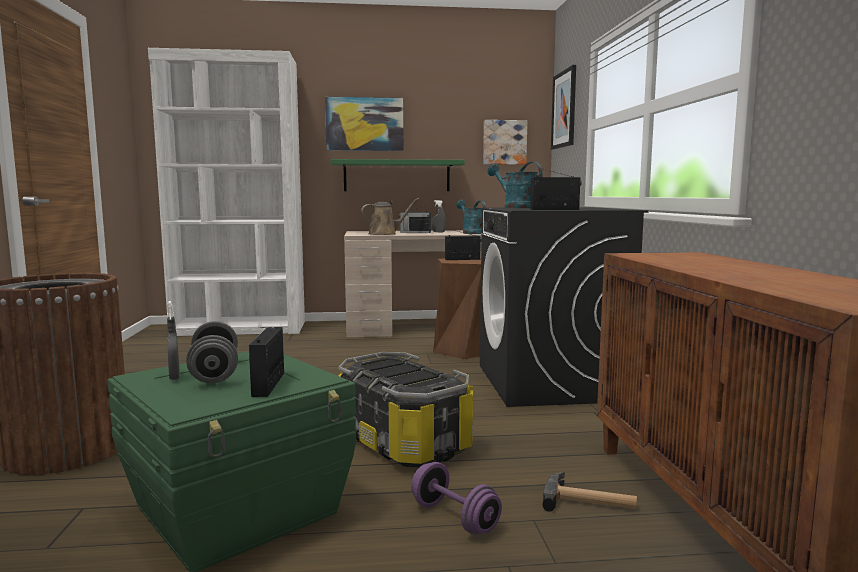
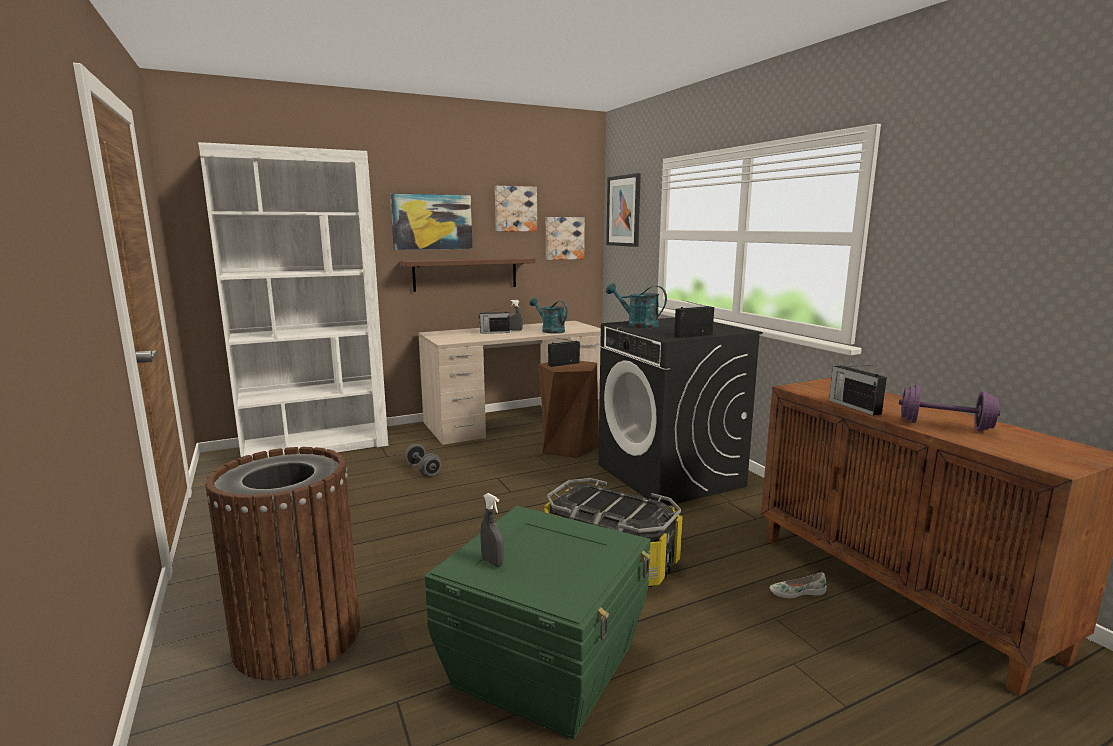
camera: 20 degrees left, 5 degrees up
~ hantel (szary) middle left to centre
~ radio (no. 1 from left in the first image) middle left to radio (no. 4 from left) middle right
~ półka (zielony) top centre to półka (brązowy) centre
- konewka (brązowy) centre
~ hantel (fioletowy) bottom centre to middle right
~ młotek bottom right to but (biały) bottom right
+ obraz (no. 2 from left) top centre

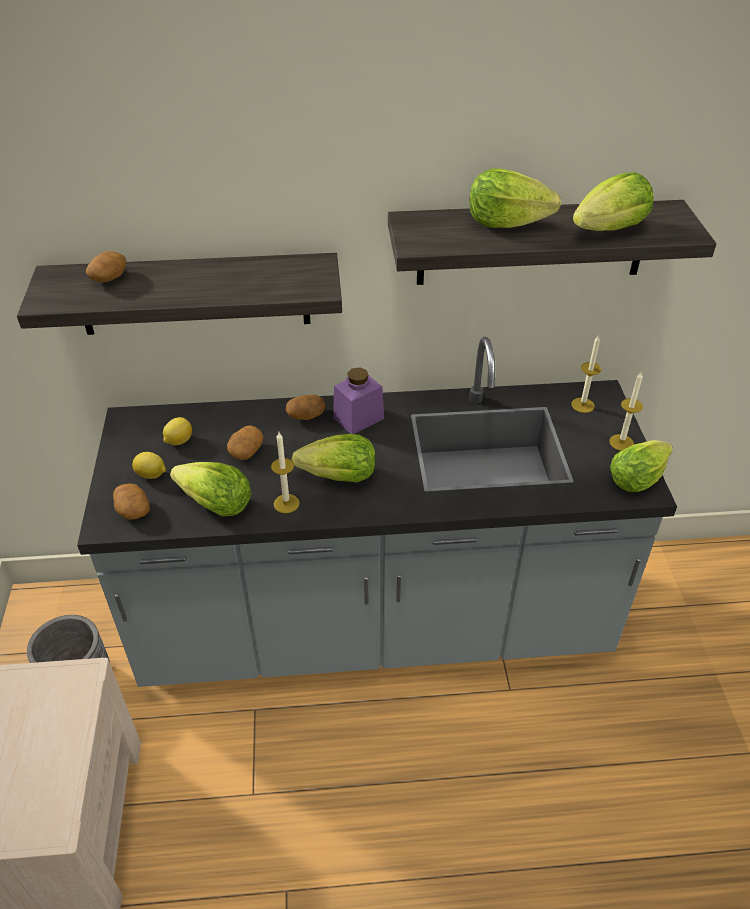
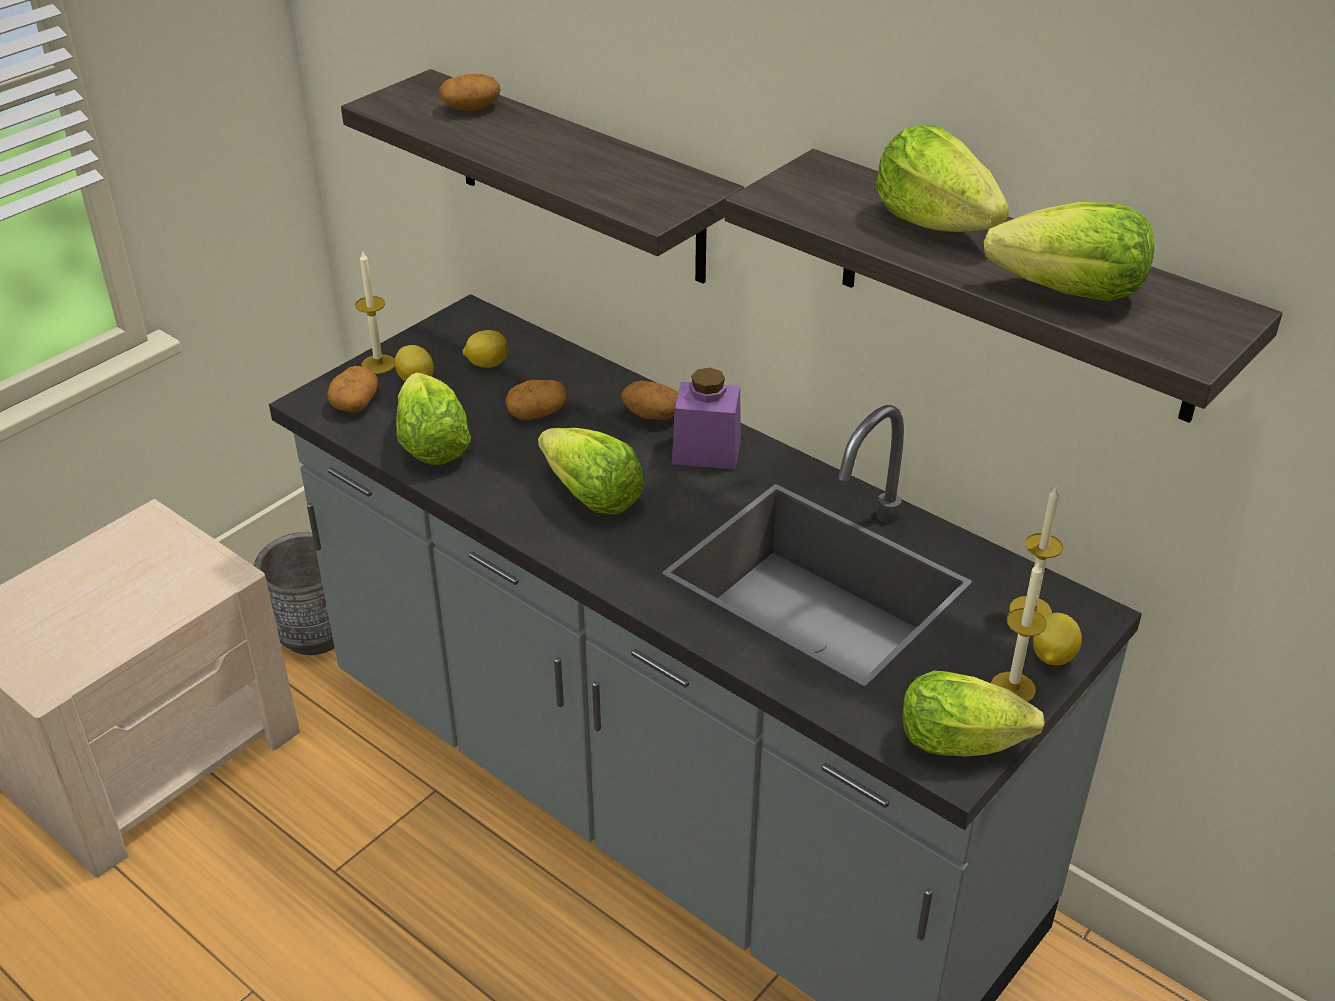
camera: 45 degrees right, 5 degrees down
~ świeca (no. 1 from left) centre to top left
+ cytryna (no. 3 from left) middle right

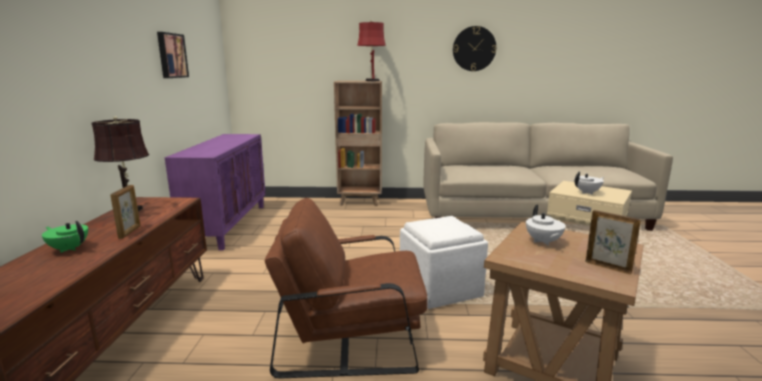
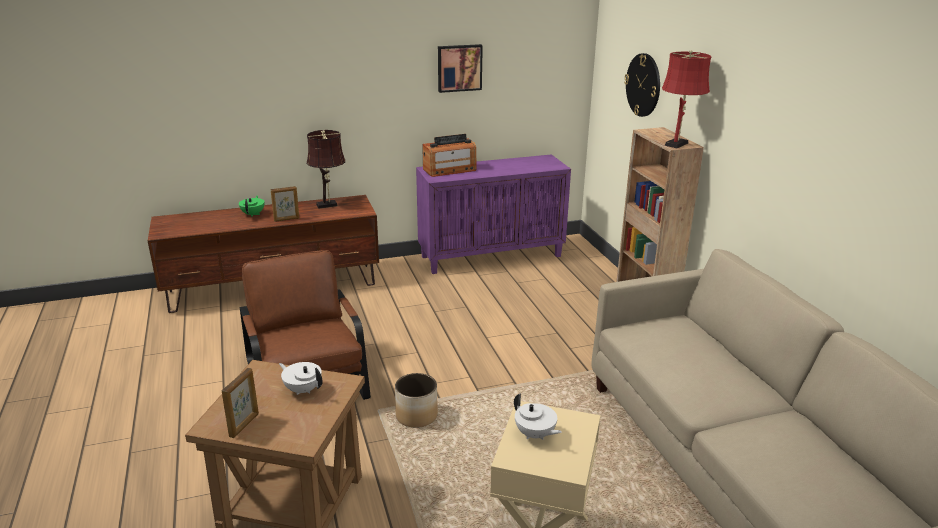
camera: 70 degrees right, 10 degrees up
~ pufa (biały) bottom centre to donica bottom centre
~ zegar ścienny top centre to top right
~ imbryk (biały) (no. 1 from left) middle right = bottom left 60 degrees clockwise
+ radio top centre

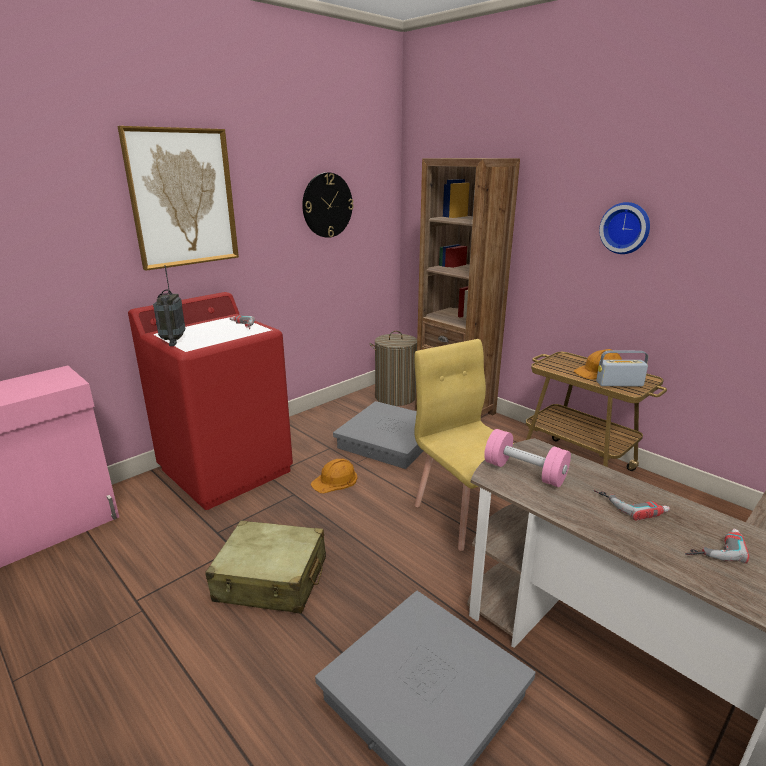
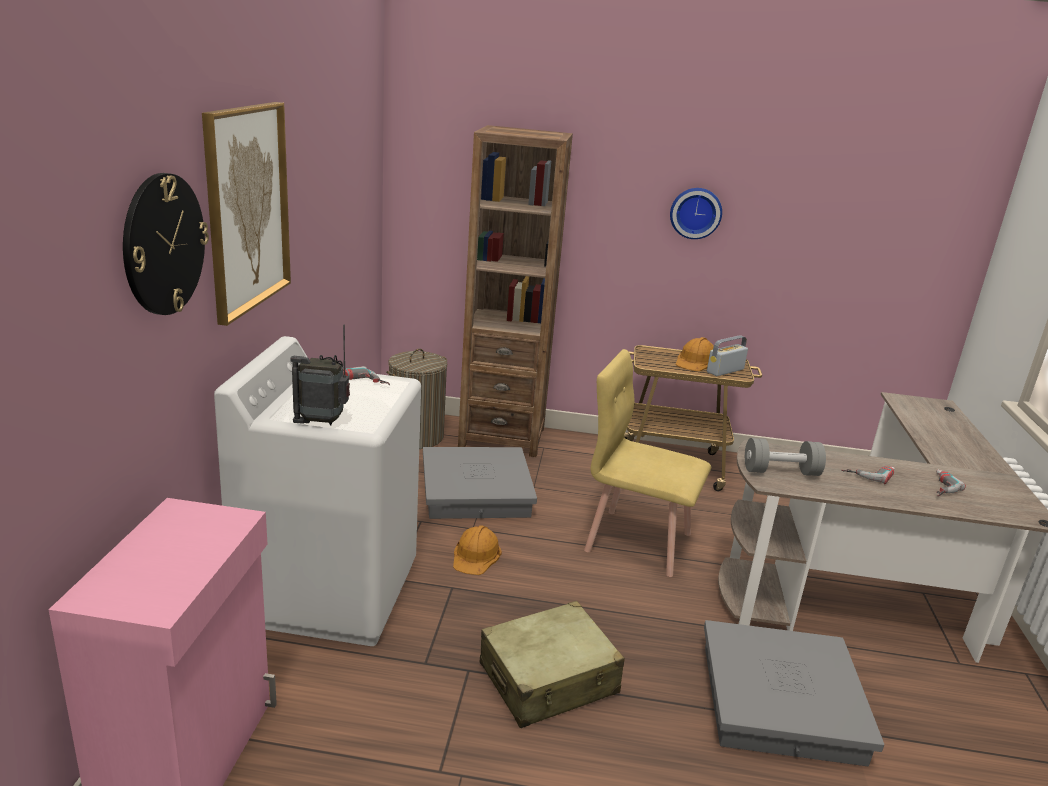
camera: 40 degrees left, 0 degrees up
~ pralka (czerwony) middle left to pralka (biały) middle left
~ radio (no. 1 from left) middle left = middle left 135 degrees clockwise
~ zegar ścienny (no. 1 from left) top centre to top left
~ hantel (różowy) middle right to hantel (szary) middle right

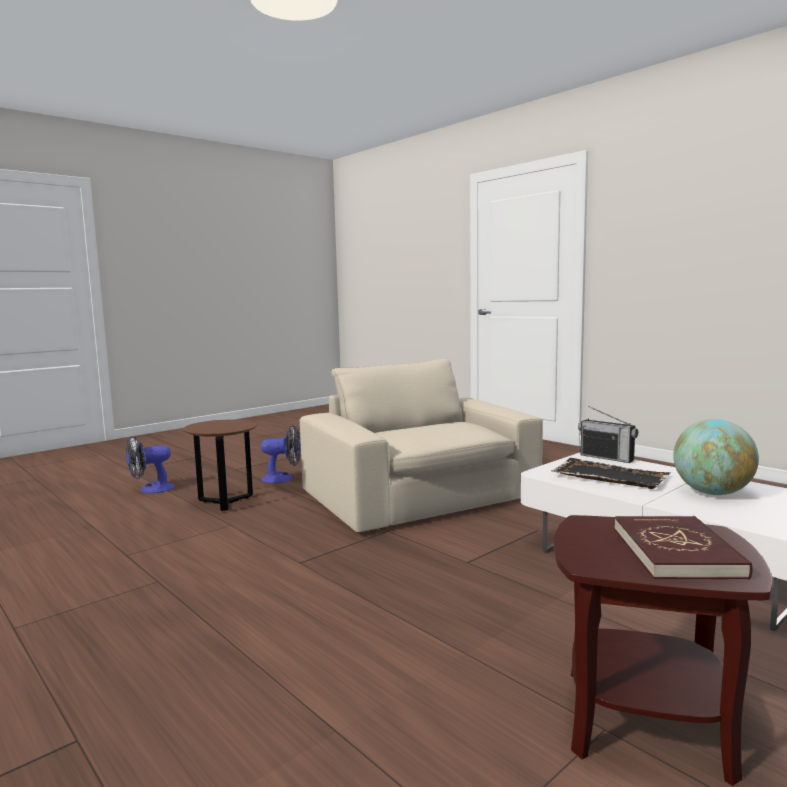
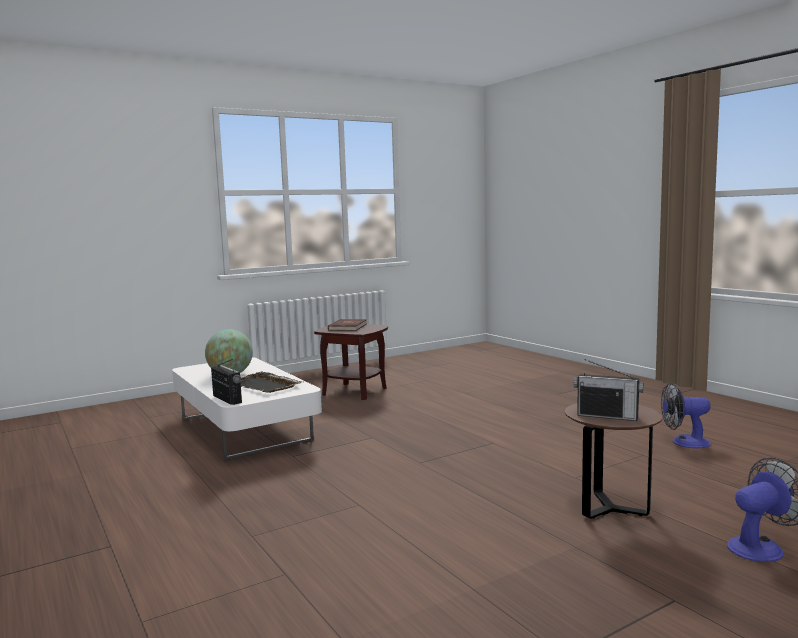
camera: 170 degrees left, 0 degrees up
~ wentylator (no. 2 from left in the first image) centre to wentylator (no. 1 from left) middle right
- fotel (beżowy) centre
+ radio (no. 2 from left) middle right

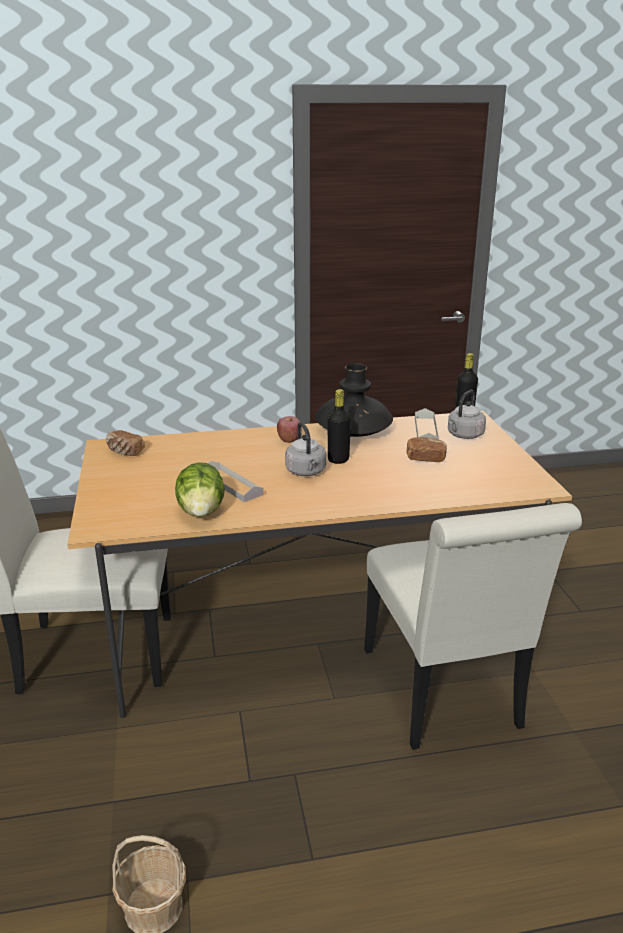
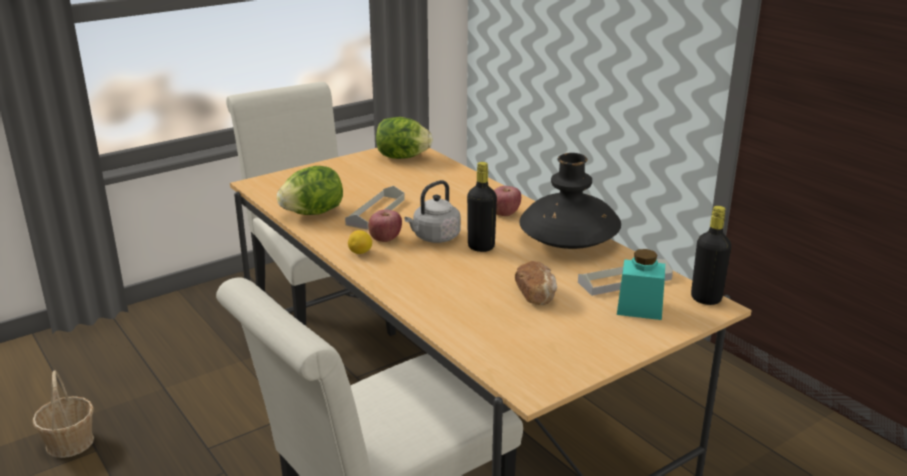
camera: 65 degrees right, 0 degrees up
~ chleb (no. 1 from left) middle left to sałata (no. 2 from left) top centre
~ czajnik (szary) (no. 2 from left) middle right to słoik (turkusowy) middle right
+ cytryna centre
+ jabłko (no. 1 from left) centre

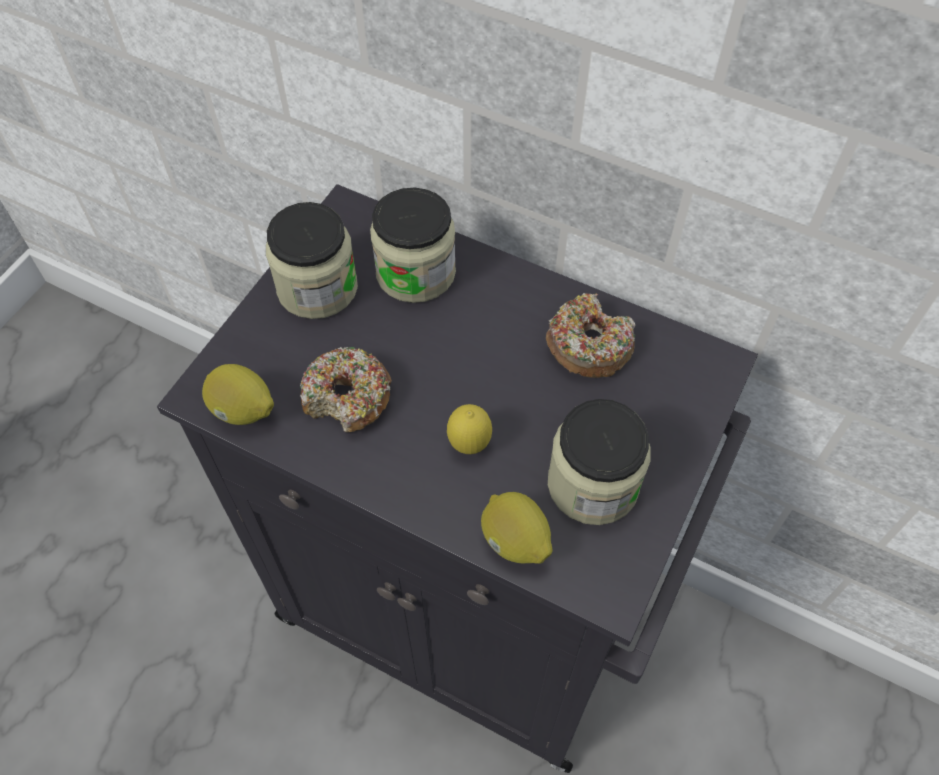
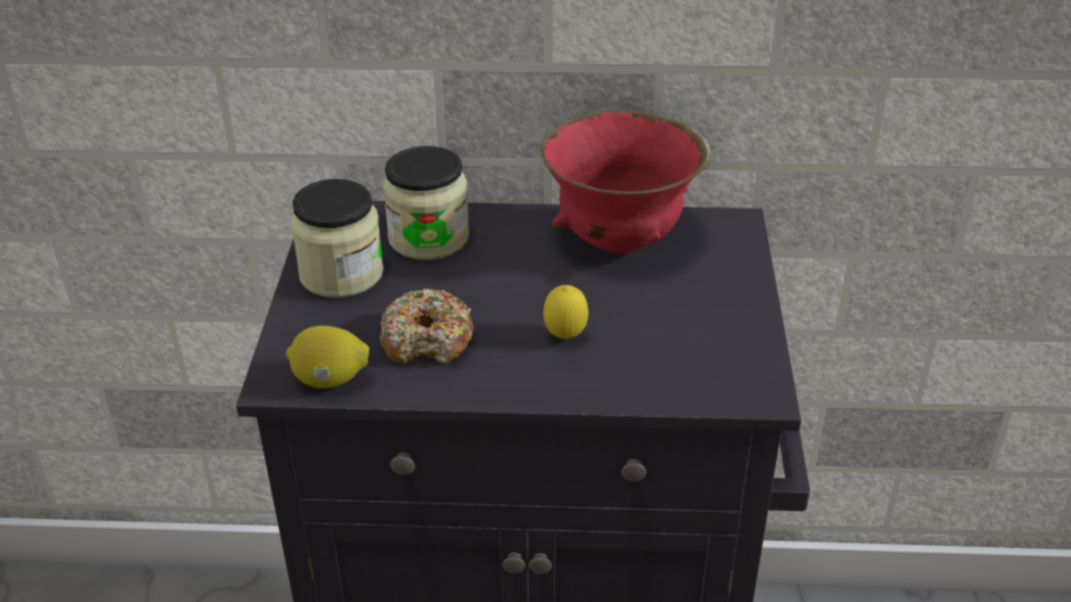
camera: 25 degrees left, 20 degrees down
- cytryna (no. 3 from left) bottom centre
~ donut (no. 2 from left) centre to miska (czerwony) top centre
- słoik (no. 3 from left) centre

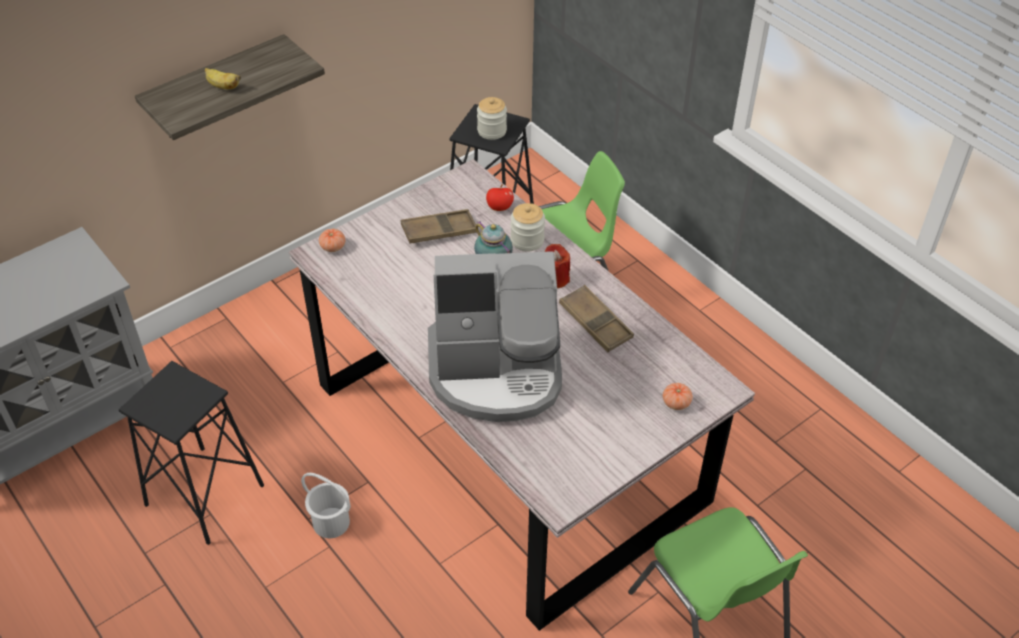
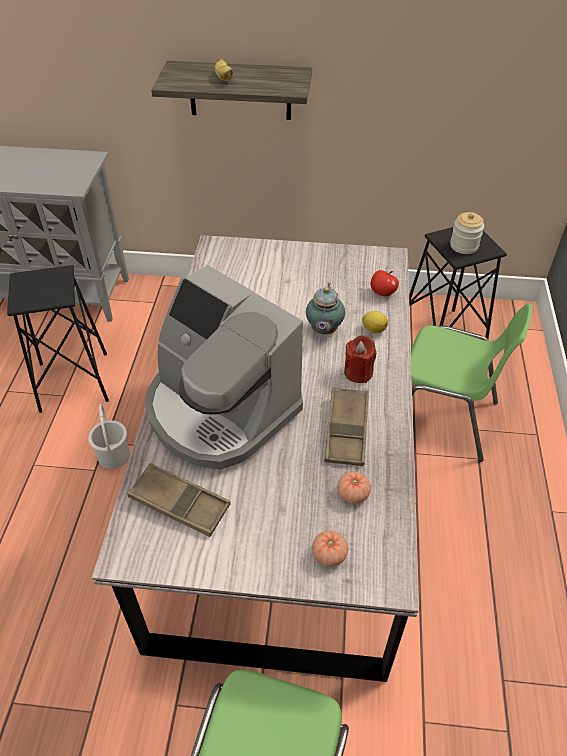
camera: 45 degrees right, 0 degrees up
~ pomidor (no. 1 from left in the first image) middle left to pomidor (no. 2 from left) centre
~ taca (brązowy) (no. 1 from left) centre to middle left
~ słoik (no. 2 from left) centre to cytryna centre

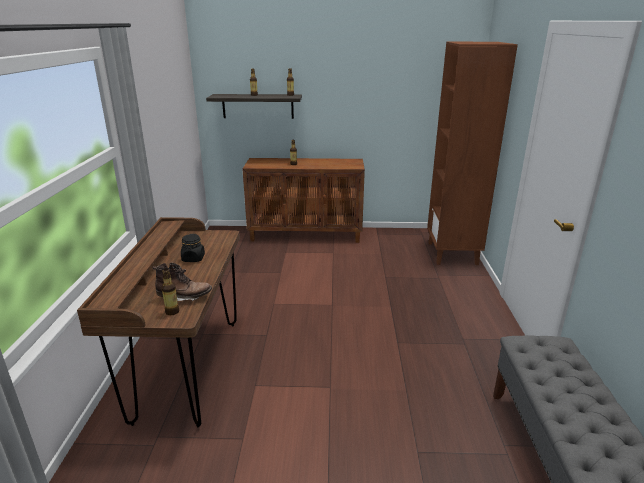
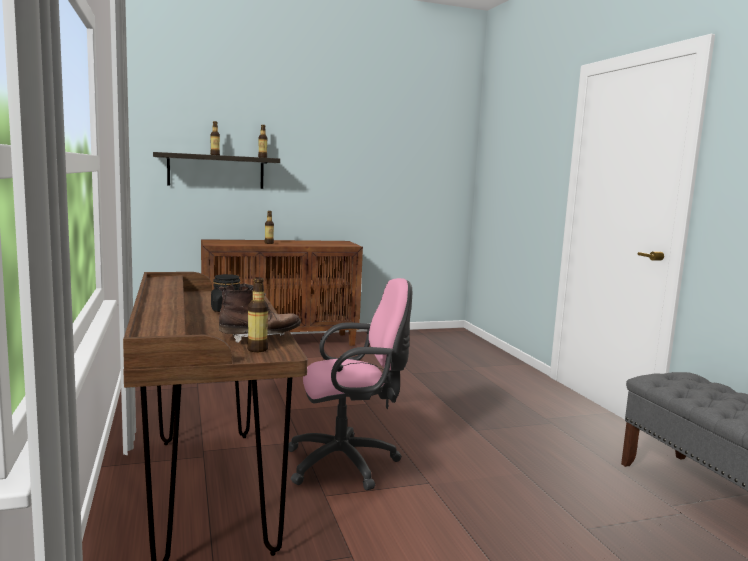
camera: 20 degrees left, 15 degrees down
- regał (brązowy) top right
+ krzesło biurowe (różowy) bottom centre

